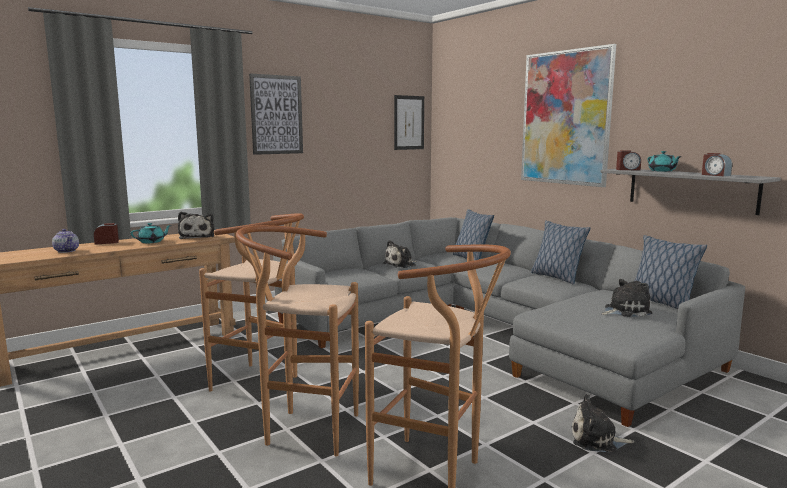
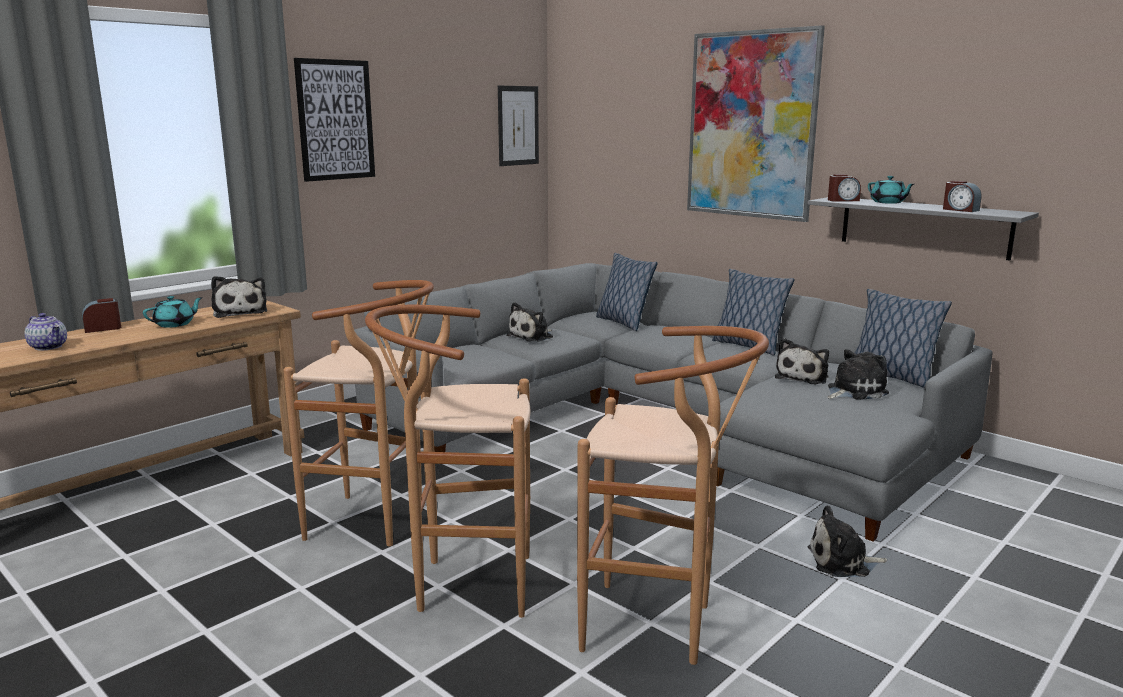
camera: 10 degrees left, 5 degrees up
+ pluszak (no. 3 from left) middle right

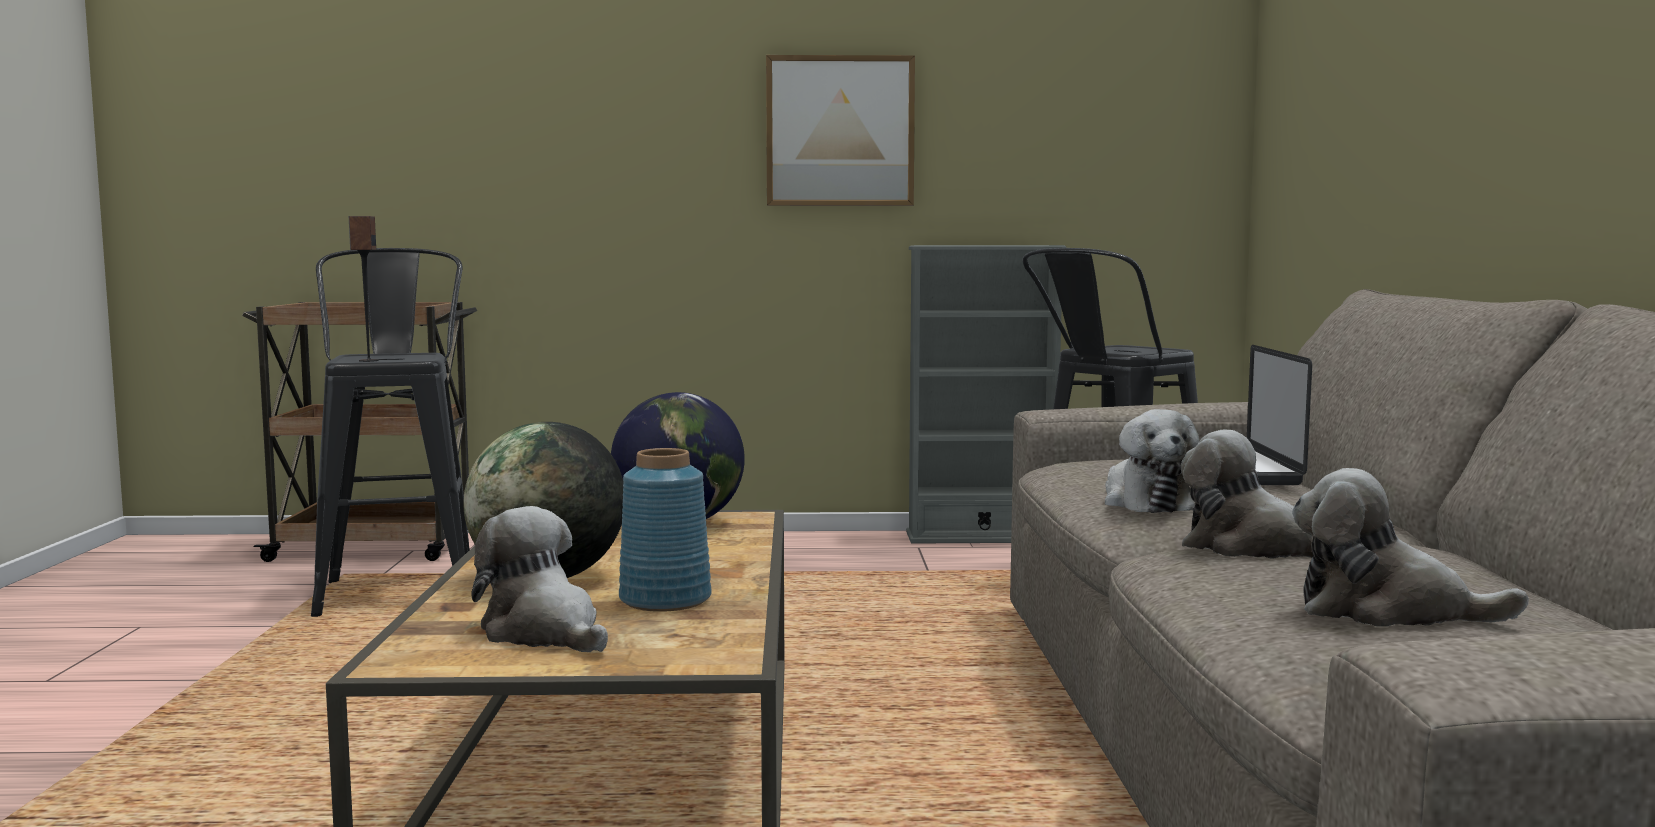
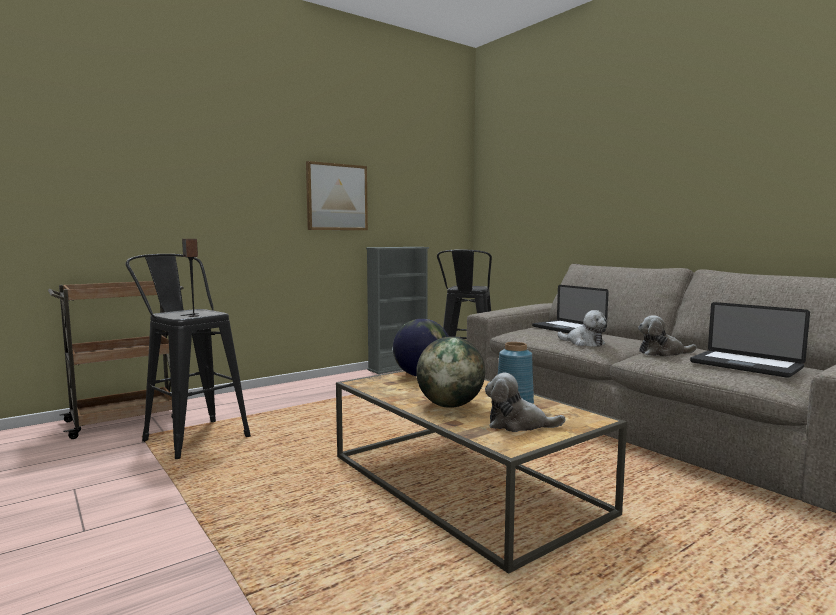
camera: 35 degrees left, 0 degrees up
~ pluszak (no. 4 from left) middle right to laptop (no. 2 from left) middle right

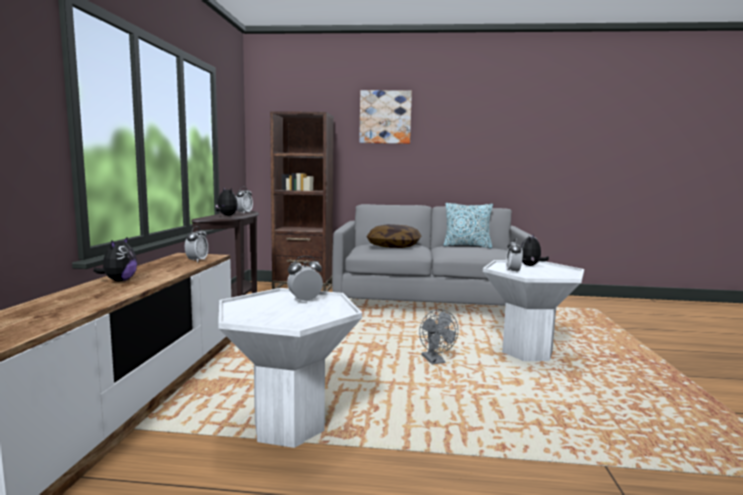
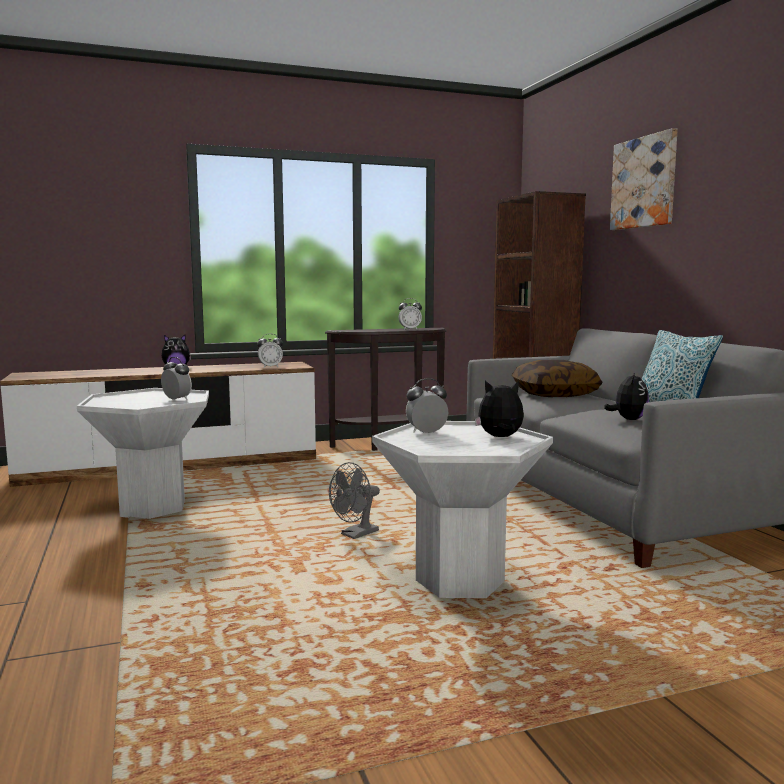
camera: 65 degrees right, 0 degrees up
~ pluszak (no. 2 from left in the first image) middle left to pluszak (no. 3 from left) middle right

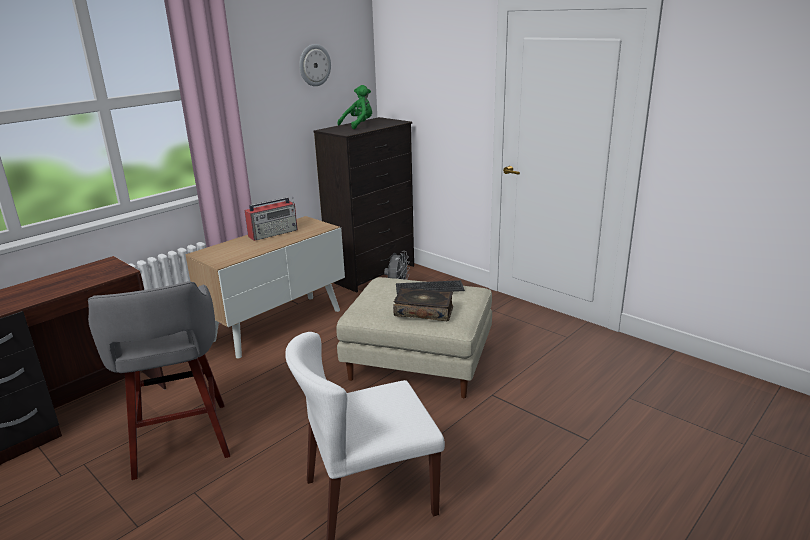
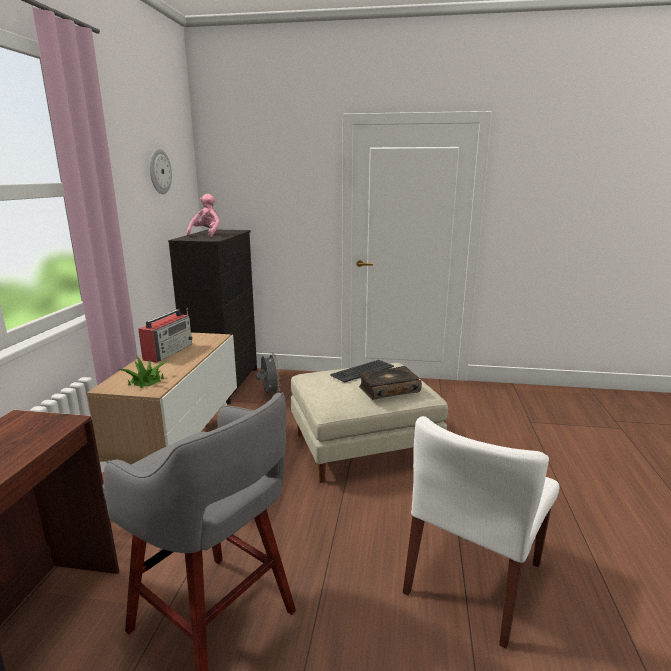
camera: 35 degrees left, 5 degrees down
~ pluszak (zielony) top centre to pluszak (różowy) top left
+ roślina doniczkowa middle left

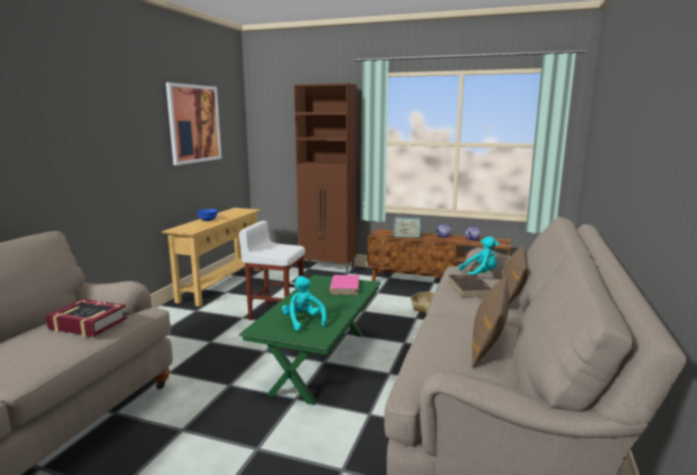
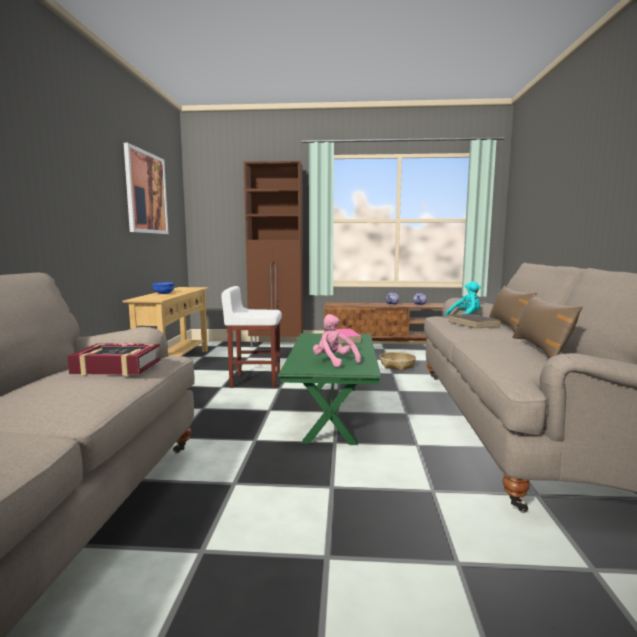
camera: 15 degrees left, 5 degrees down
~ pluszak (turkusowy) (no. 1 from left) centre to pluszak (różowy) centre
- radio centre

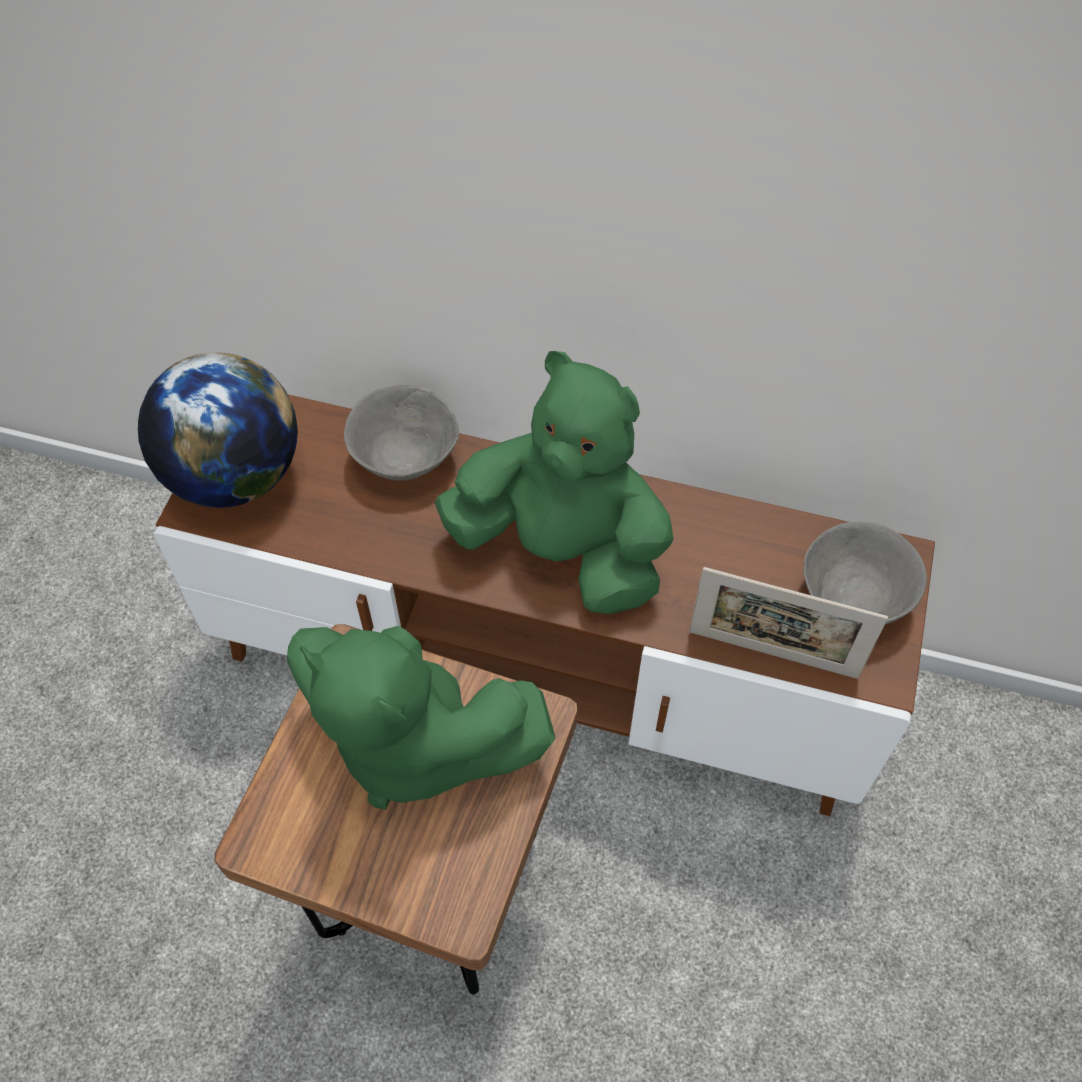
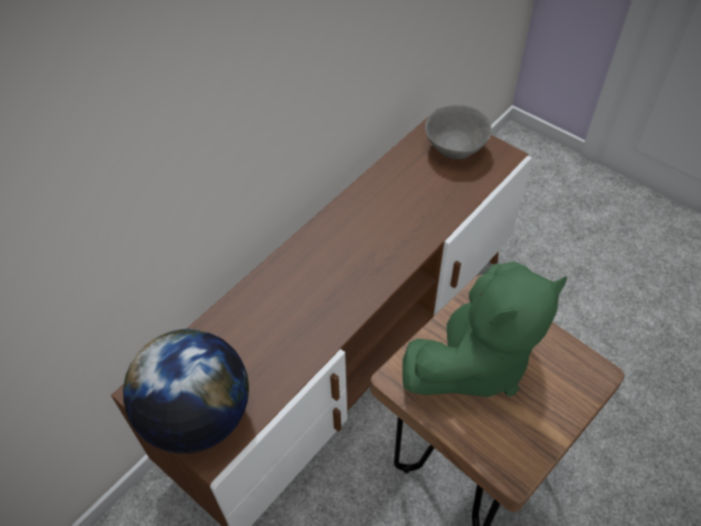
camera: 65 degrees left, 5 degrees down
- miska (szary) (no. 1 from left) centre
- pluszak (zielony) (no. 2 from left) centre
- ramka na zdjęcie middle right

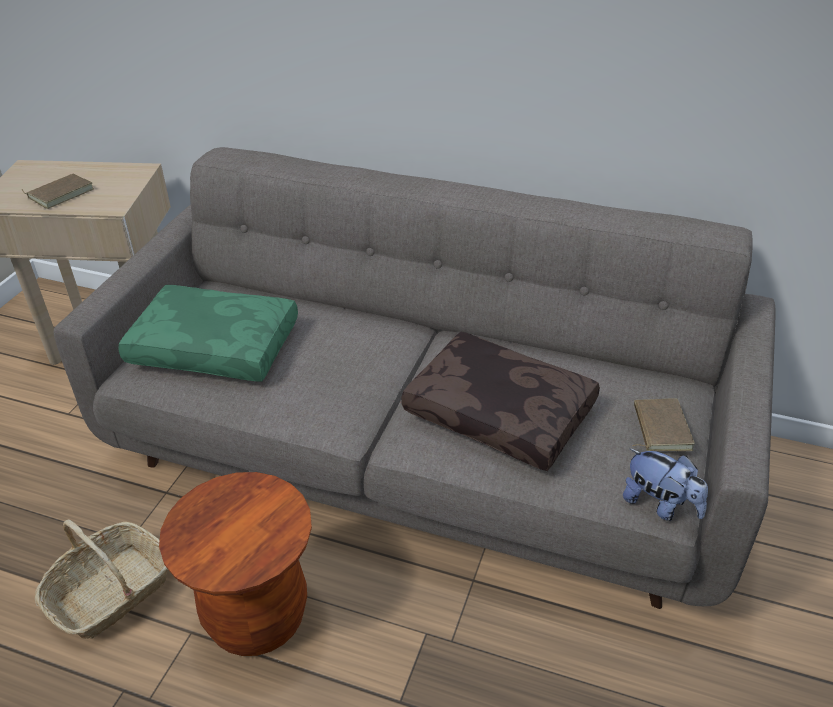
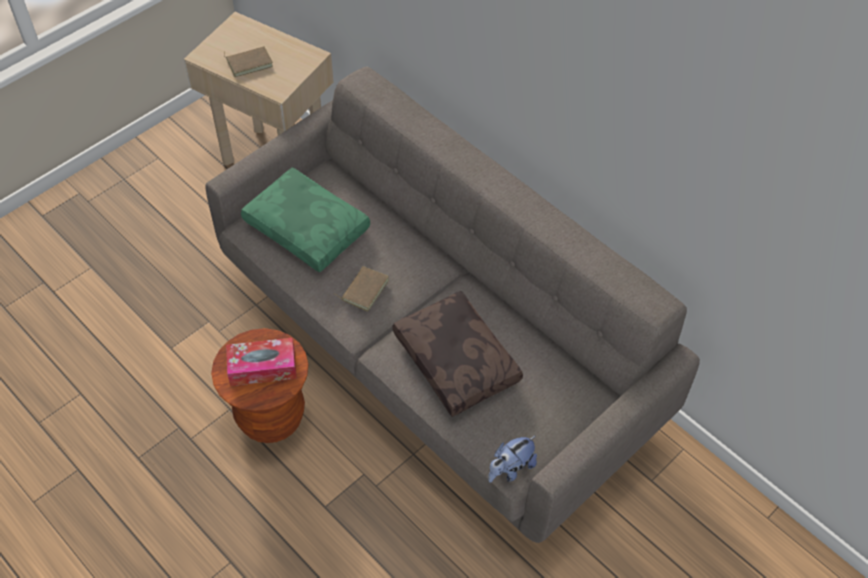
camera: 25 degrees right, 15 degrees up
- koszyk bottom left
~ pluszak bottom right = bottom centre 75 degrees clockwise
~ książka (brązowy) (no. 2 from left) middle right to centre
+ pudełko chusteczek middle left

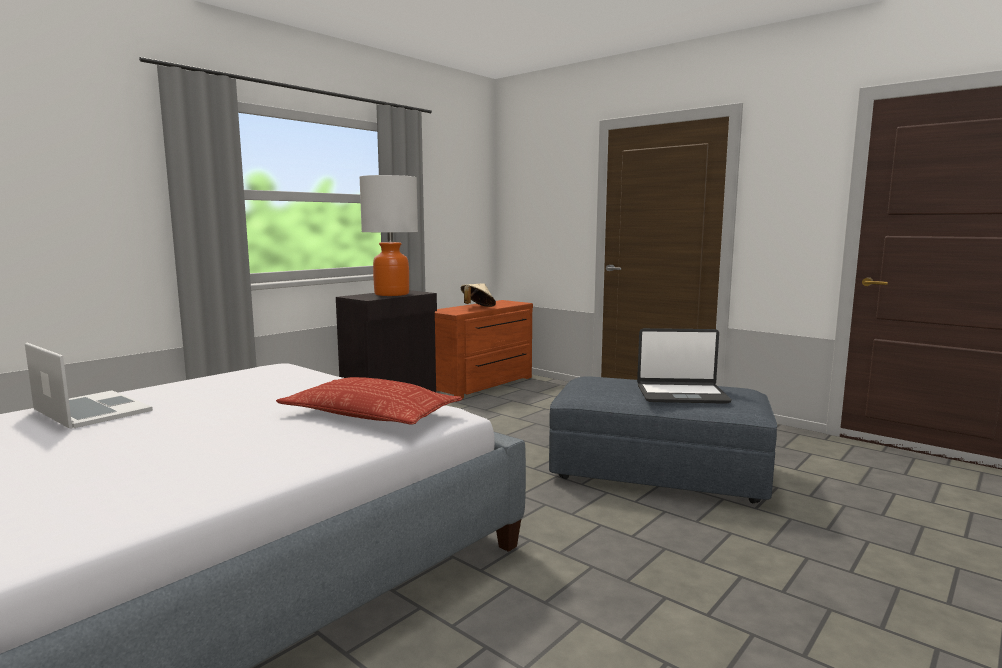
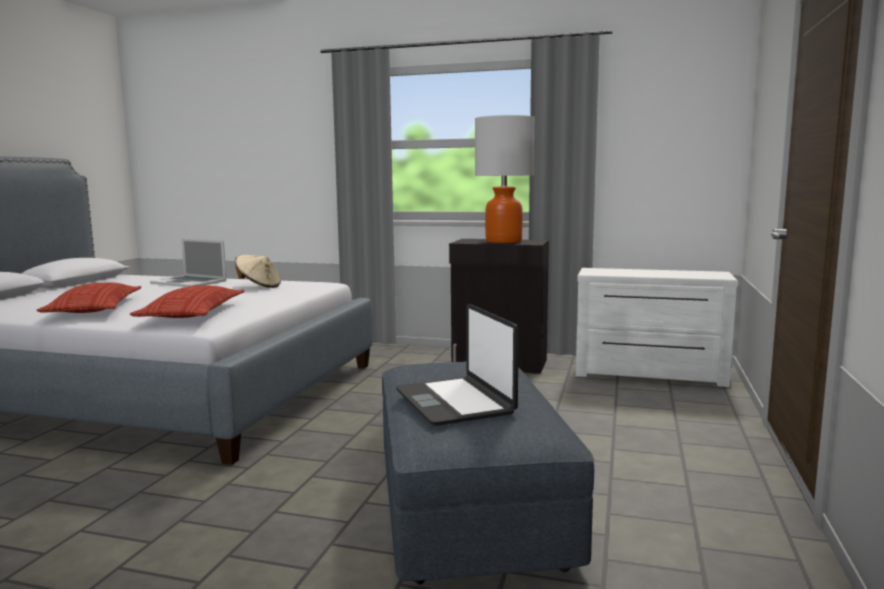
camera: 65 degrees right, 0 degrees up
~ laptop (no. 1 from left) middle left = middle left 105 degrees clockwise
~ komoda (brązowy) centre to komoda (biały) middle right
~ kapelusz (beżowy) centre to middle left
+ poduszka (no. 1 from left) middle left

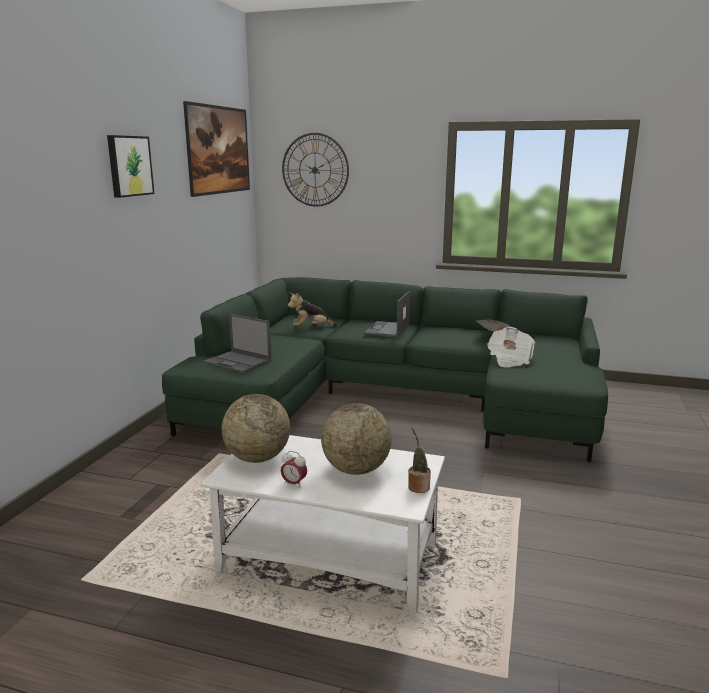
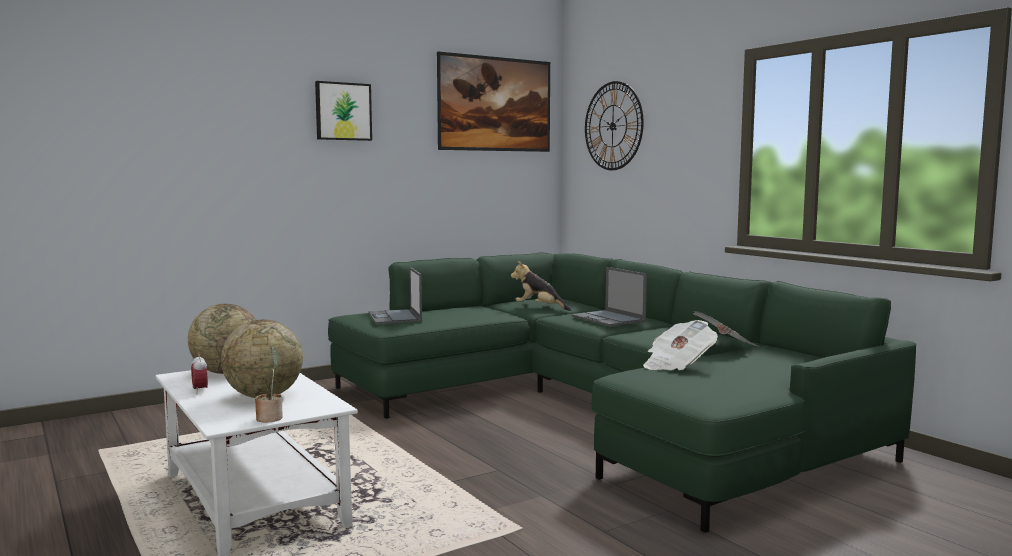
camera: 40 degrees right, 10 degrees down
~ laptop (no. 2 from left) centre = centre 90 degrees counterclockwise

